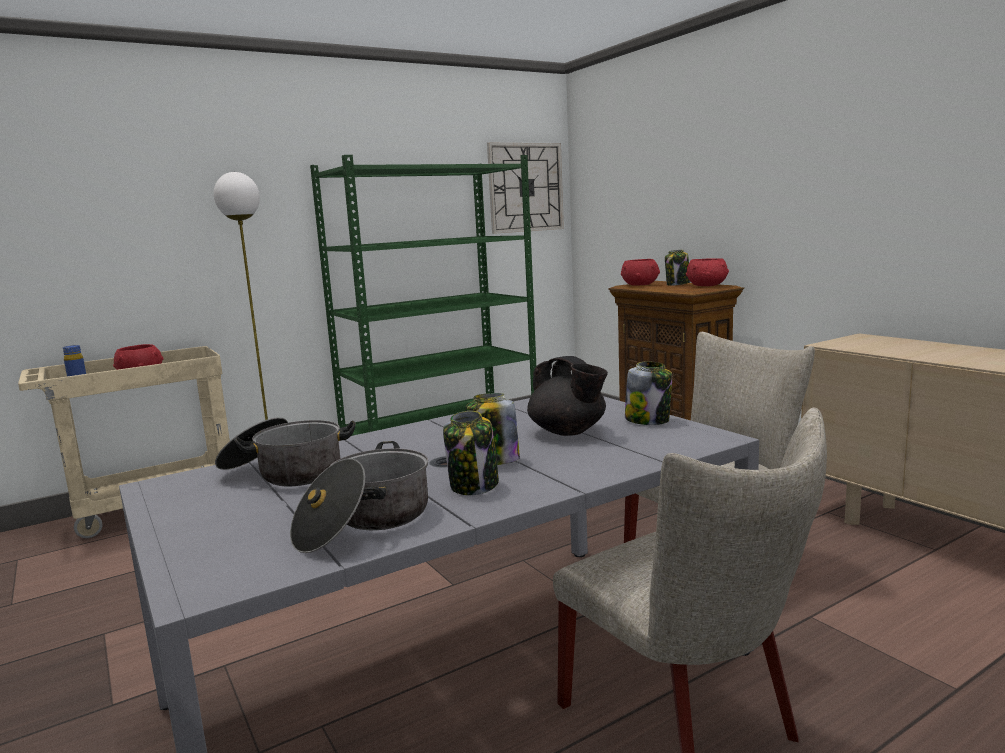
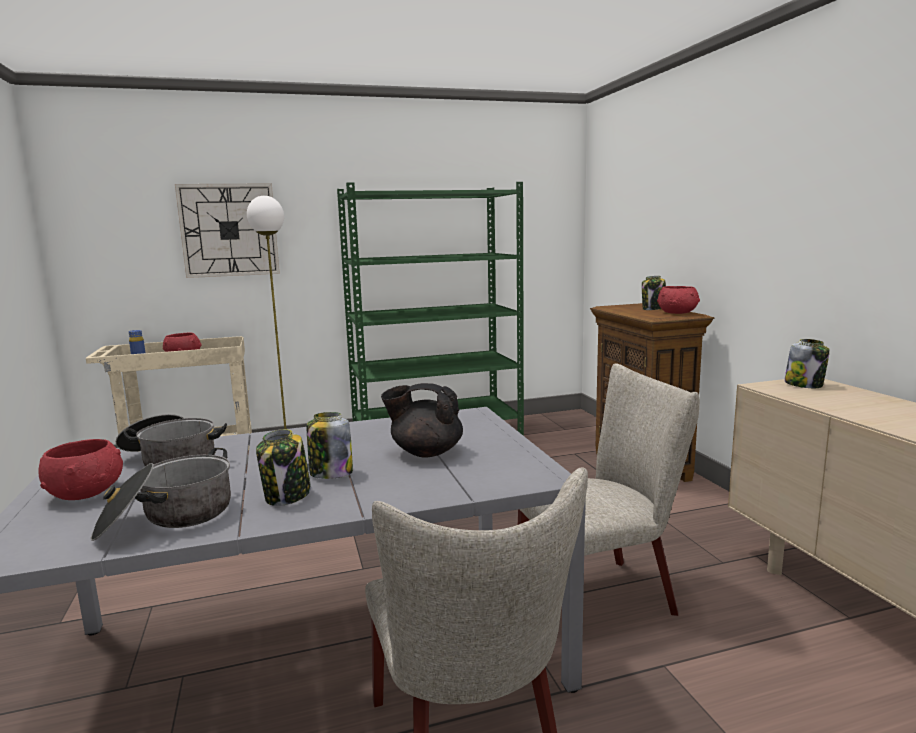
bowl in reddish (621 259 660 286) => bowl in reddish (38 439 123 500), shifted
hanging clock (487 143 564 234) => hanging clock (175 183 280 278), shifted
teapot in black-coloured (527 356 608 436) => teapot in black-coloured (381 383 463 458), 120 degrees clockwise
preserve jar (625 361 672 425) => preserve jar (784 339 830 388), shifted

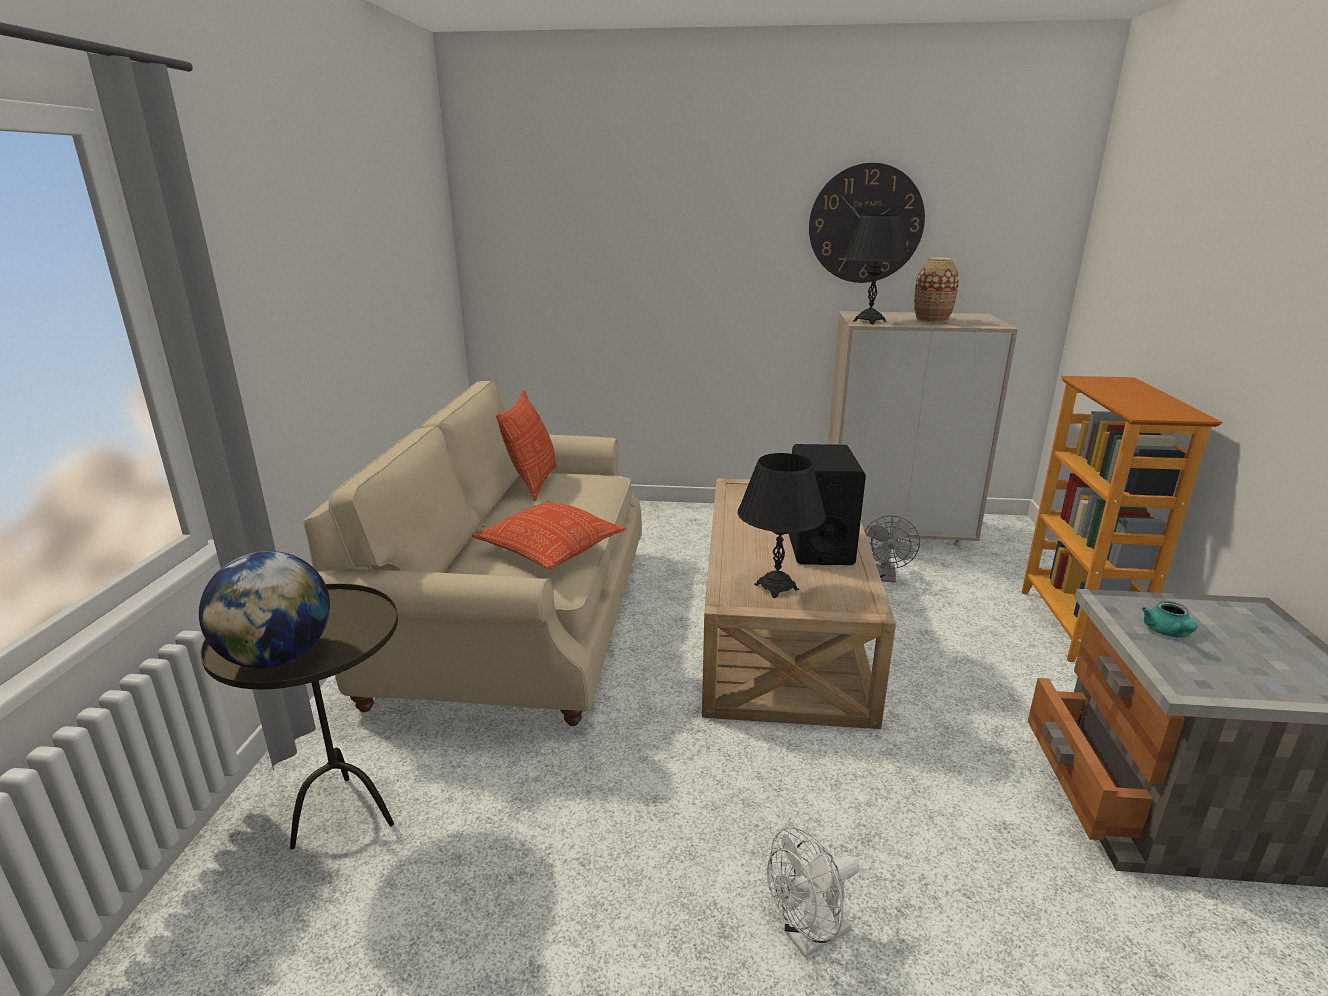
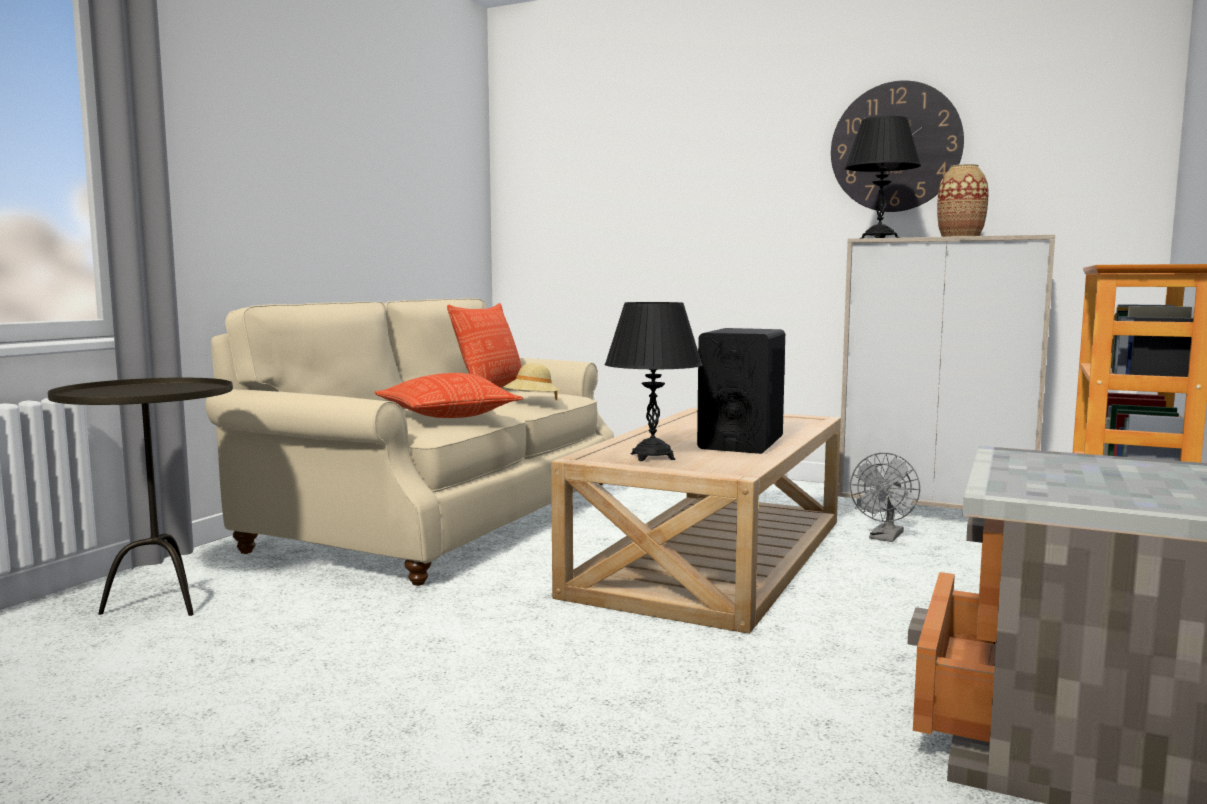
nothing => wearable hat in beige-coloured (503 363 560 400)
world globe (199 551 330 668) => nothing
cooling fan in whitish (767 826 860 958) => nothing
teapot in turquoise (1142 601 1198 638) => nothing

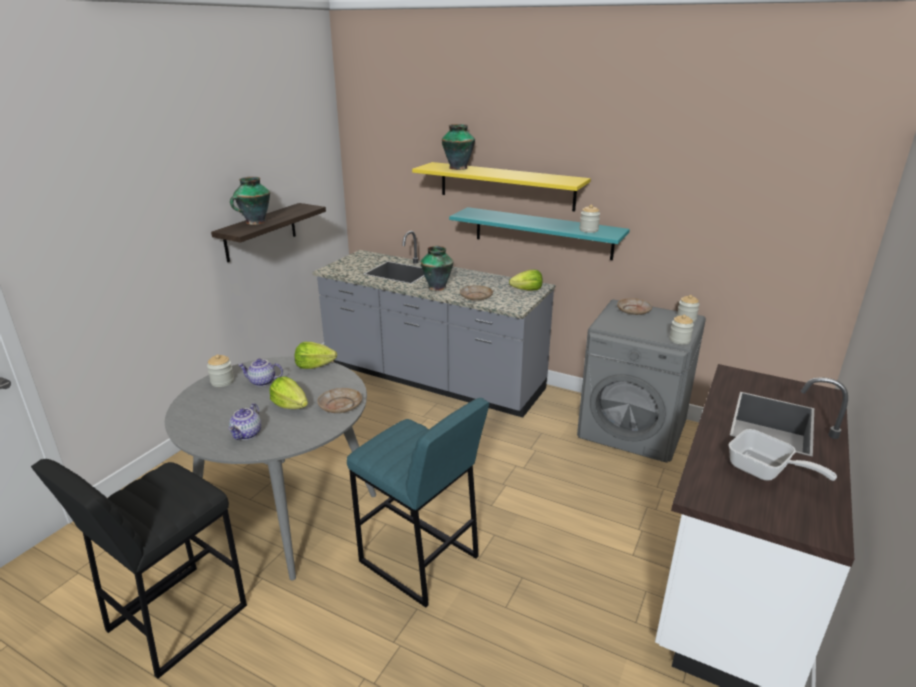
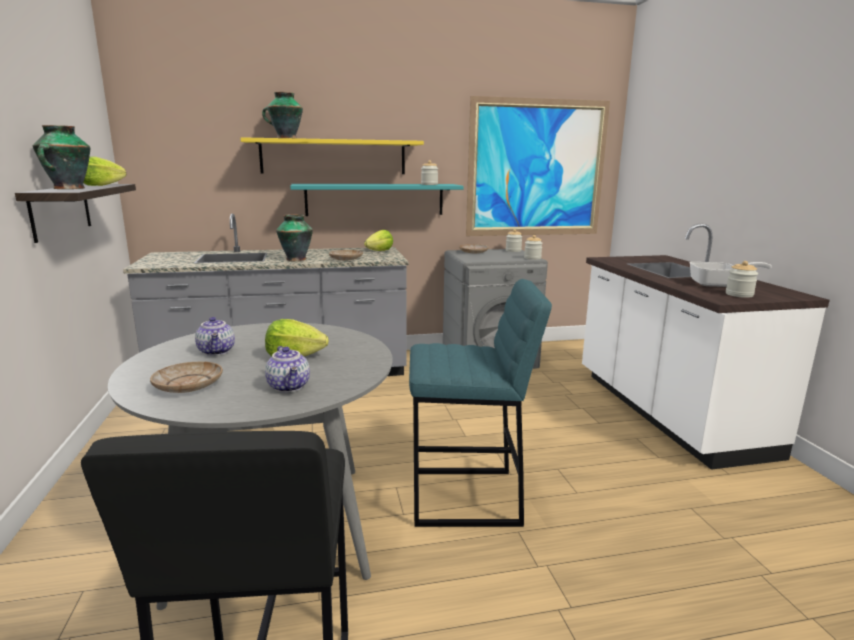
head of lettuce (295 342 337 369) => head of lettuce (83 156 126 186), shifted
plate in beige-coloured (318 388 362 413) => plate in beige-coloured (150 362 223 393), shifted
teapot (238 358 283 387) => teapot (195 317 235 356), 75 degrees counterclockwise
nothing => wall art (466 96 610 236)
preserve jar (207 354 234 387) => preserve jar (726 261 758 298), shifted

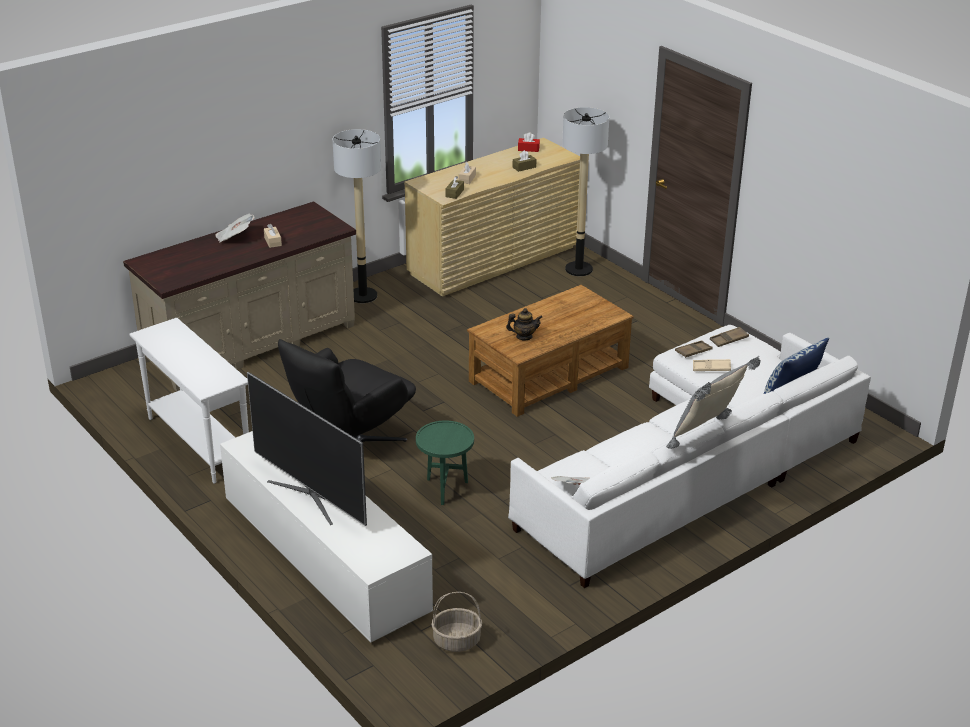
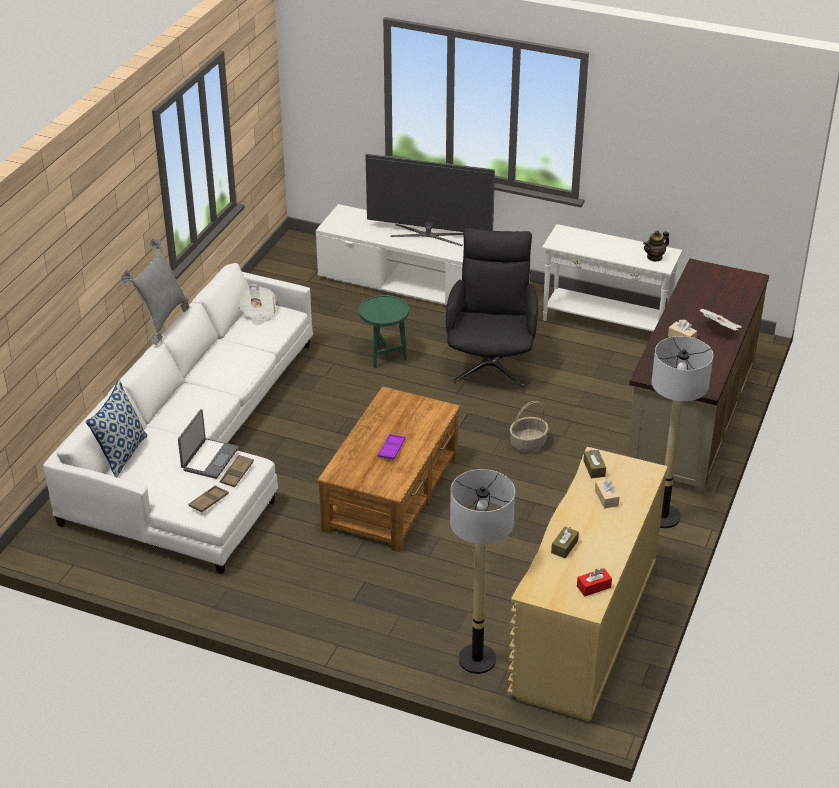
tray in beige-coloured (693 359 731 371) => laptop (178 409 239 479)
nothing => tray in purple (378 434 406 460)
household basket (431 592 482 652) => household basket (510 401 549 452), shifted
teapot (506 308 543 340) => teapot (643 231 669 262), shifted

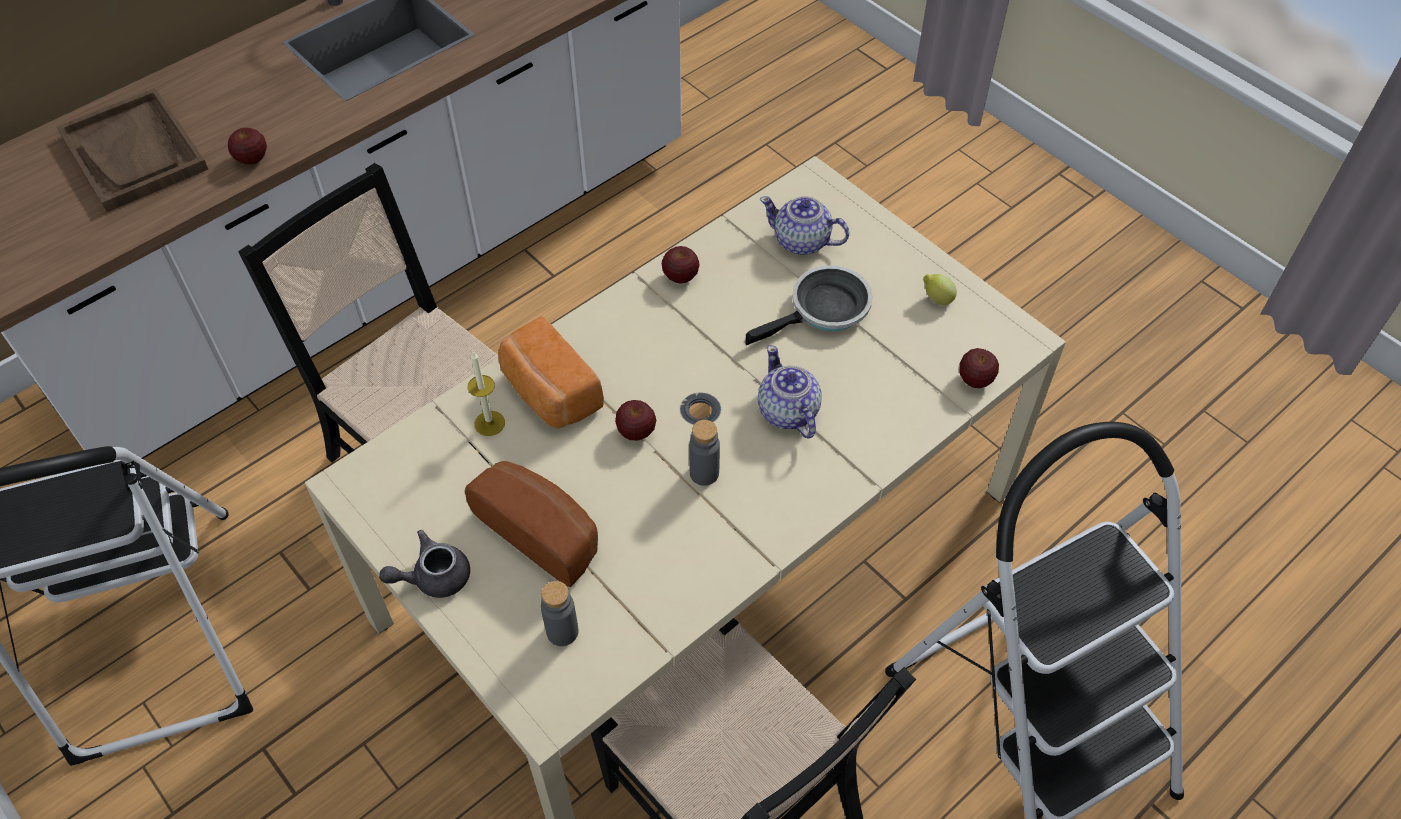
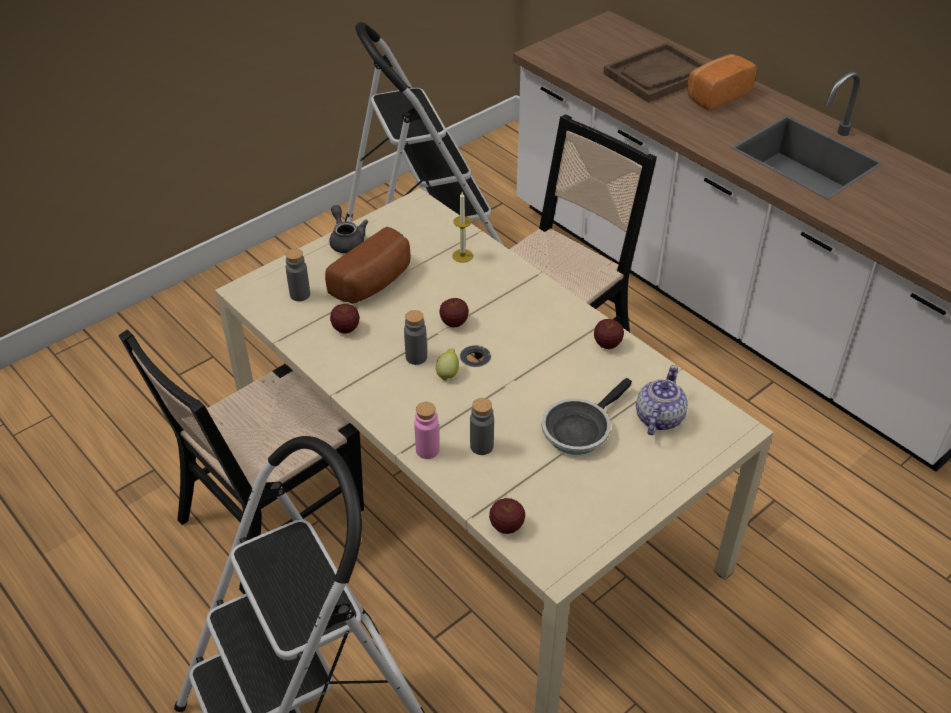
apple fruit (228 128 267 165) => apple fruit (330 304 359 333), shifted
nothing => bottle in pink (414 402 439 459)
citrus fruit (923 274 957 305) => citrus fruit (436 348 459 381), shifted
nothing => bottle in grey (470 398 494 455)
pan (745 265 873 345) => pan (542 378 632 455), 75 degrees clockwise
bread (498 317 604 429) => bread (687 54 757 111), shifted
teapot (758 345 822 439) => nothing

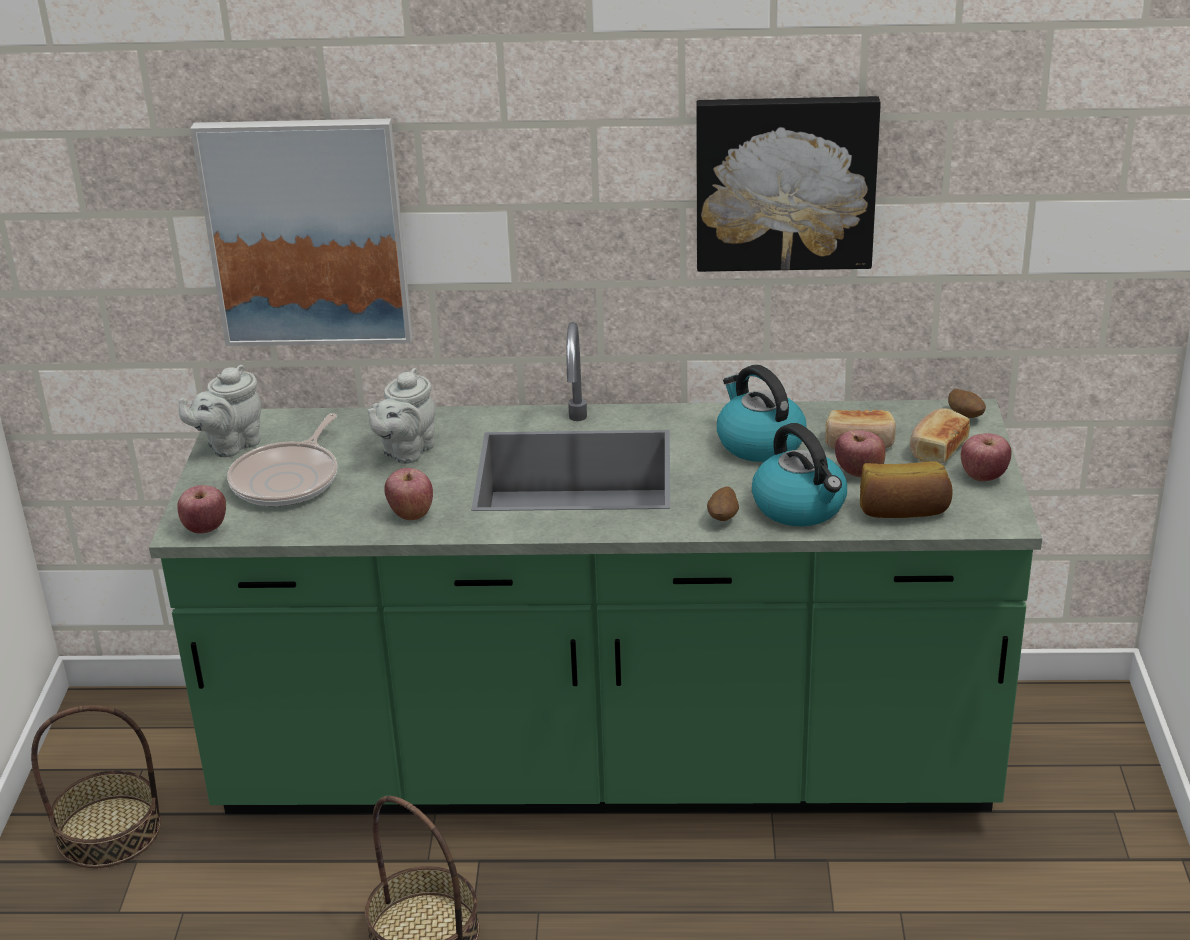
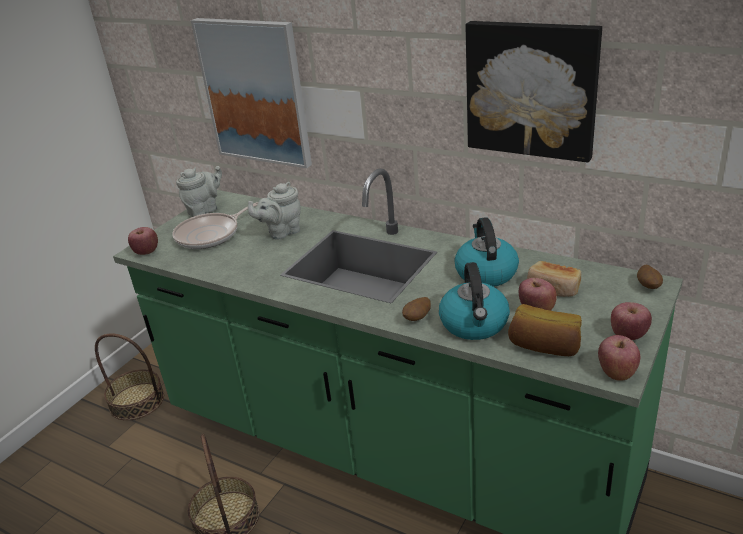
teapot in grey (179 365 261 457) => teapot in grey (176 166 222 217), 150 degrees clockwise
apple fruit (384 468 433 520) => apple fruit (598 335 640 381), shifted
bread (910 408 970 463) => nothing

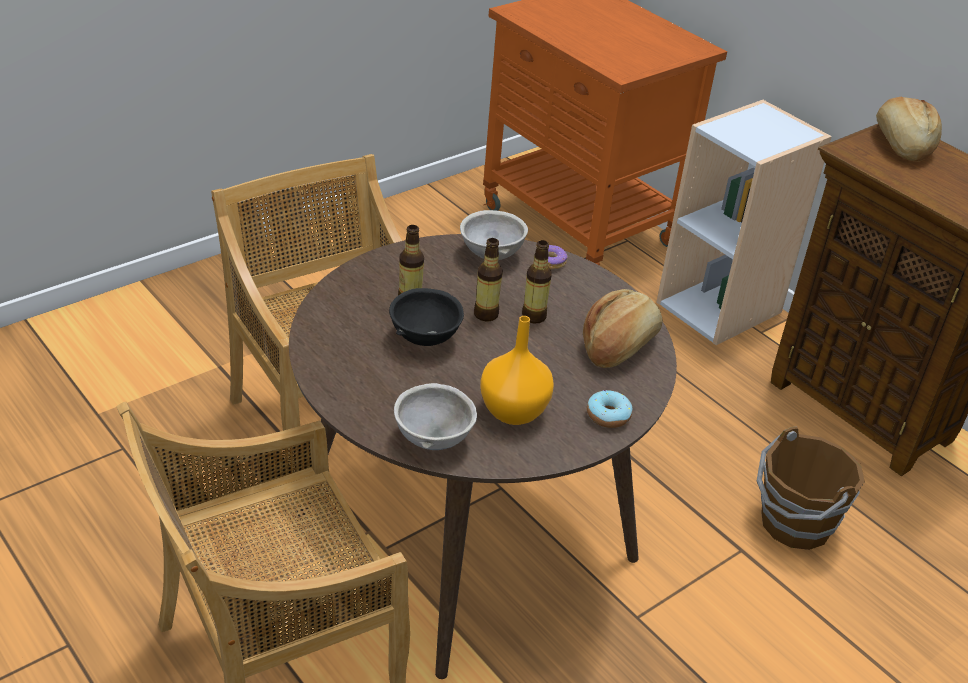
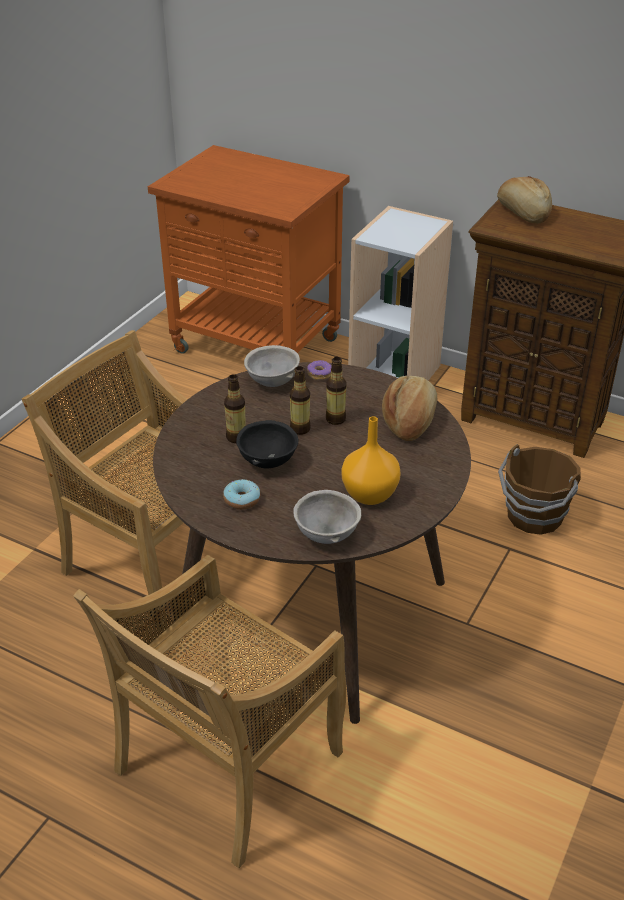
donut (587 390 632 428) => donut (223 479 260 510), shifted

